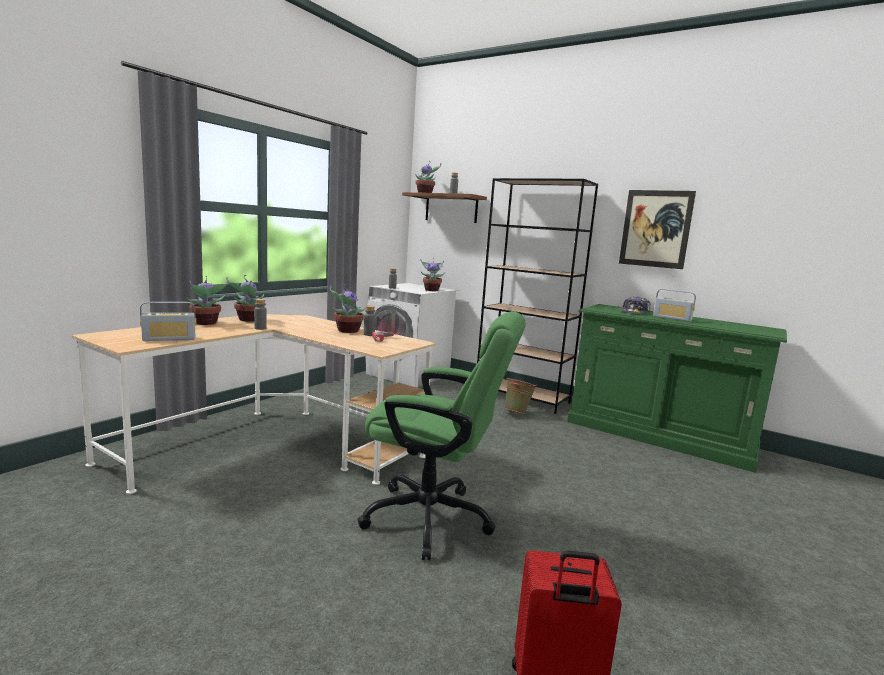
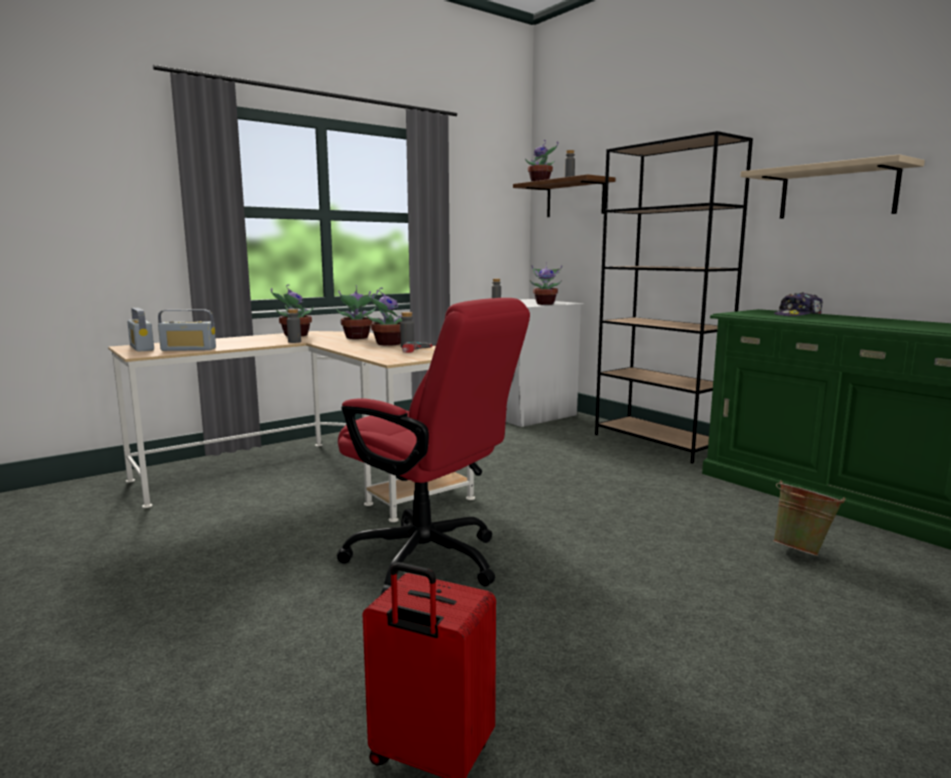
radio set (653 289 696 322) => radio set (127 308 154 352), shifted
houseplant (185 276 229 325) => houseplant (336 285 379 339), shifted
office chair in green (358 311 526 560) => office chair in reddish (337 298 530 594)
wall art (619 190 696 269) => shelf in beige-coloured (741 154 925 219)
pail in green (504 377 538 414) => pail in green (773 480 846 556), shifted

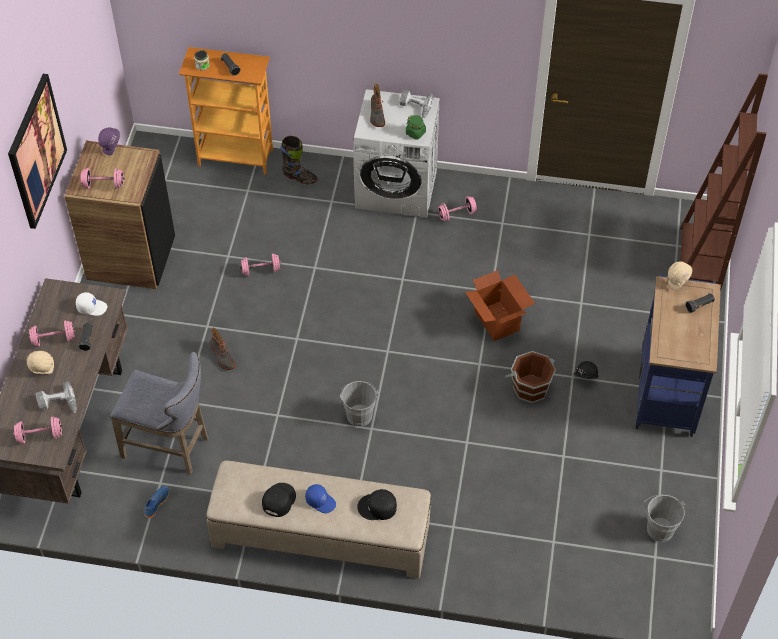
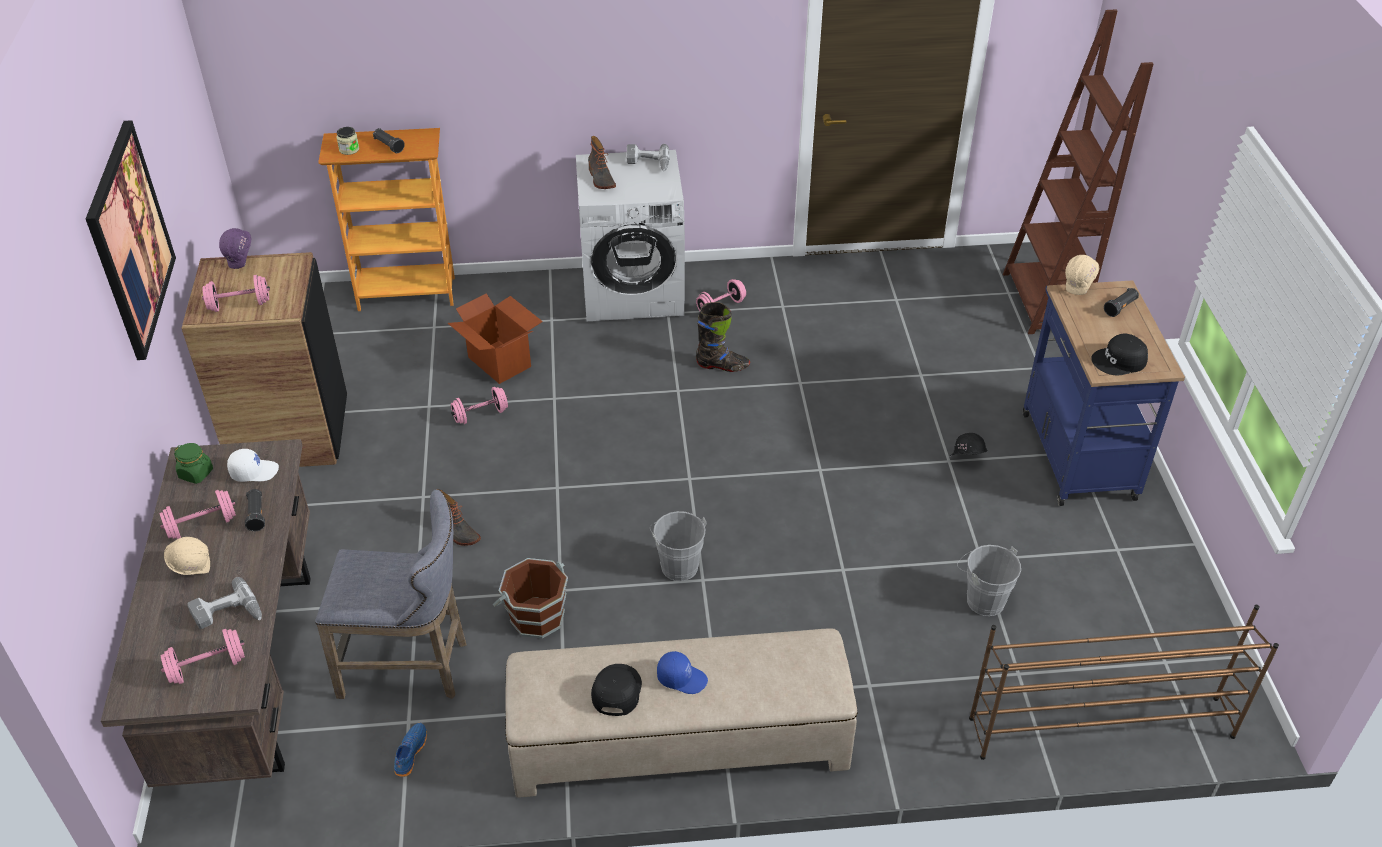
preserve jar in green (406 115 426 140) => preserve jar in green (174 443 213 484), shifted
packing box (465 270 535 341) => packing box (448 293 543 384), shifted
pail in brownish (505 351 556 403) => pail in brownish (493 558 568 639), shifted
tall boot in black-coloured (281 136 318 184) => tall boot in black-coloured (696 302 750 372), shifted
pail in grey (643 494 685 542) => pail in grey (957 545 1021 616), shifted
nothing => shoe rack in brownish (969 605 1279 760)
peaked cap in black-coloured (357 489 397 520) => peaked cap in black-coloured (1091 333 1148 376), shifted

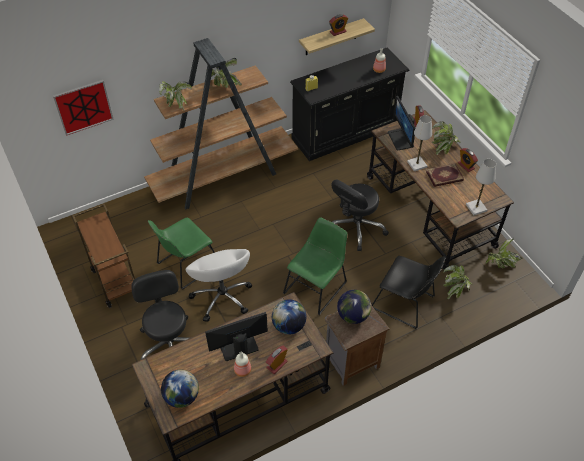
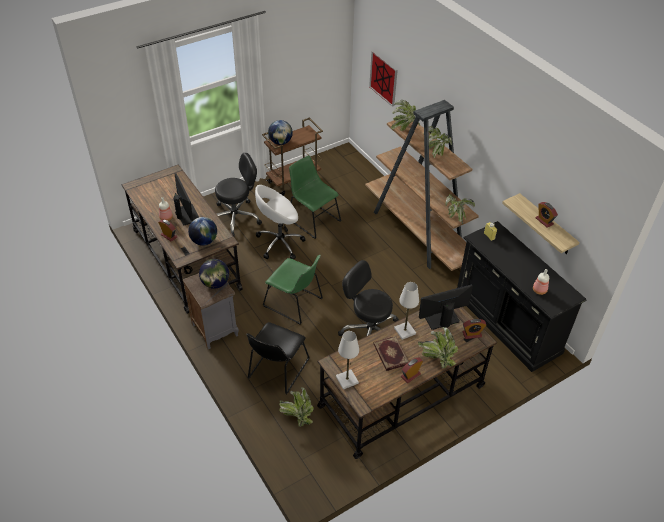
world globe (161 370 199 408) => world globe (268 120 293 145), shifted
houseplant (485 238 523 268) => houseplant (445 194 475 224), shifted

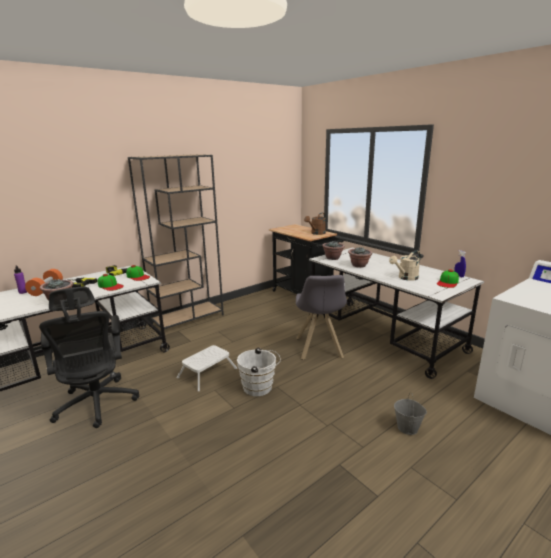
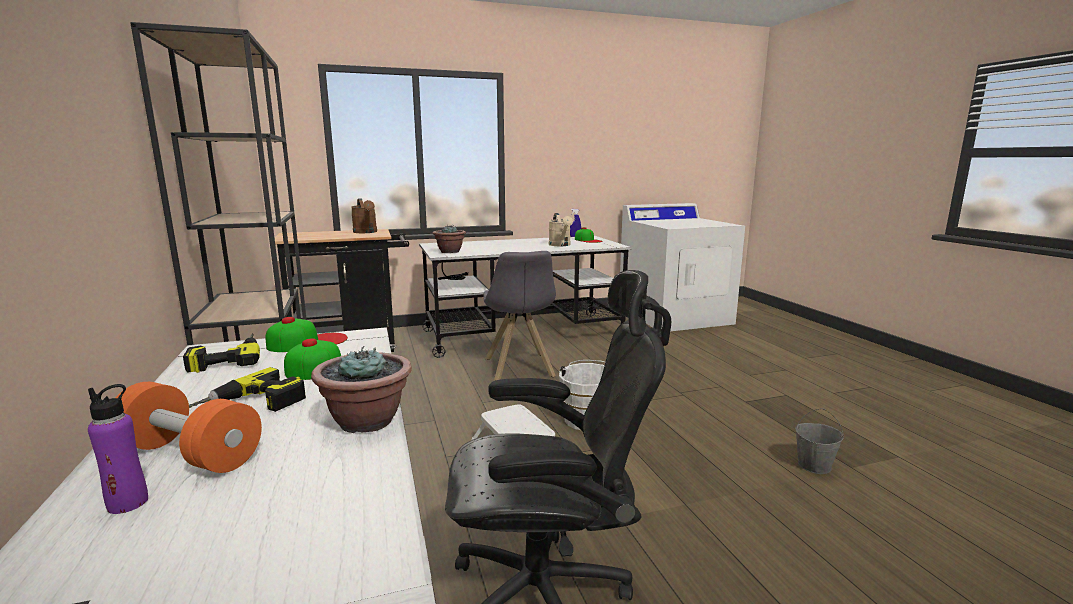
upright chair in grey (296 275 347 360) => upright chair in grey (483 251 556 381), 60 degrees clockwise
pail in grey (394 393 427 435) => pail in grey (795 408 844 474), shifted
houseplant (348 247 372 268) => nothing

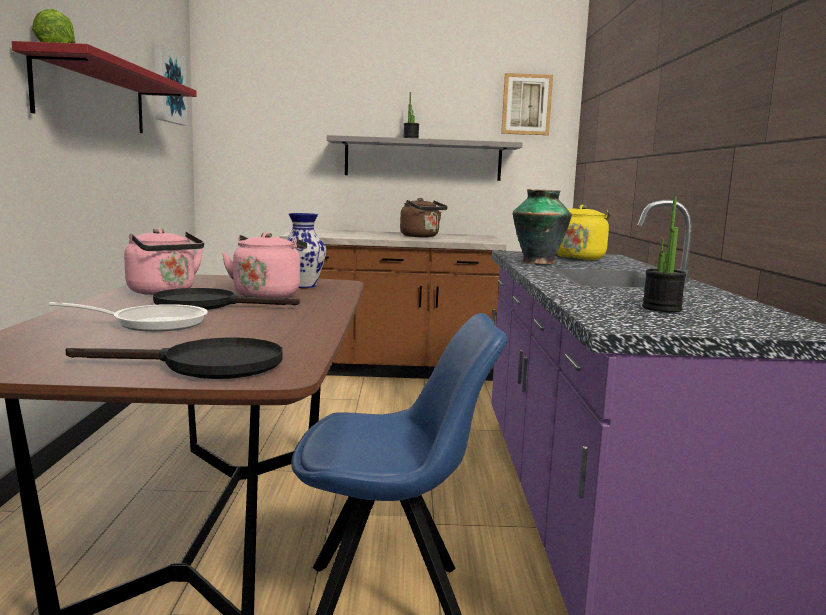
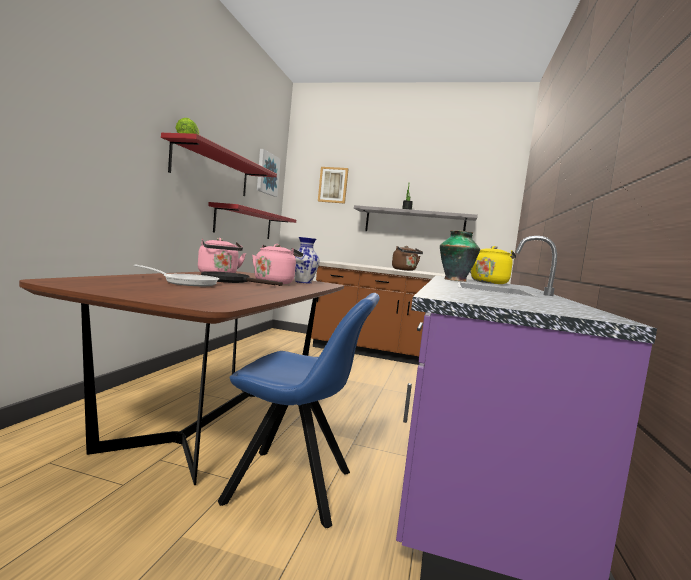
nothing => shelf in reddish (208 202 296 239)
wall art (501 73 553 135) => wall art (318 167 349 204), shifted
pan in black-coloured (65 337 283 379) => nothing
houseplant (642 196 686 312) => nothing

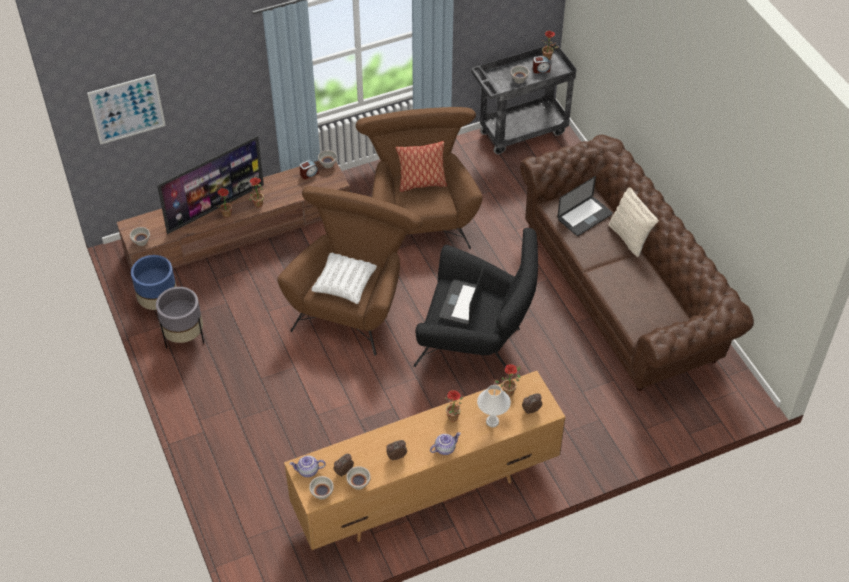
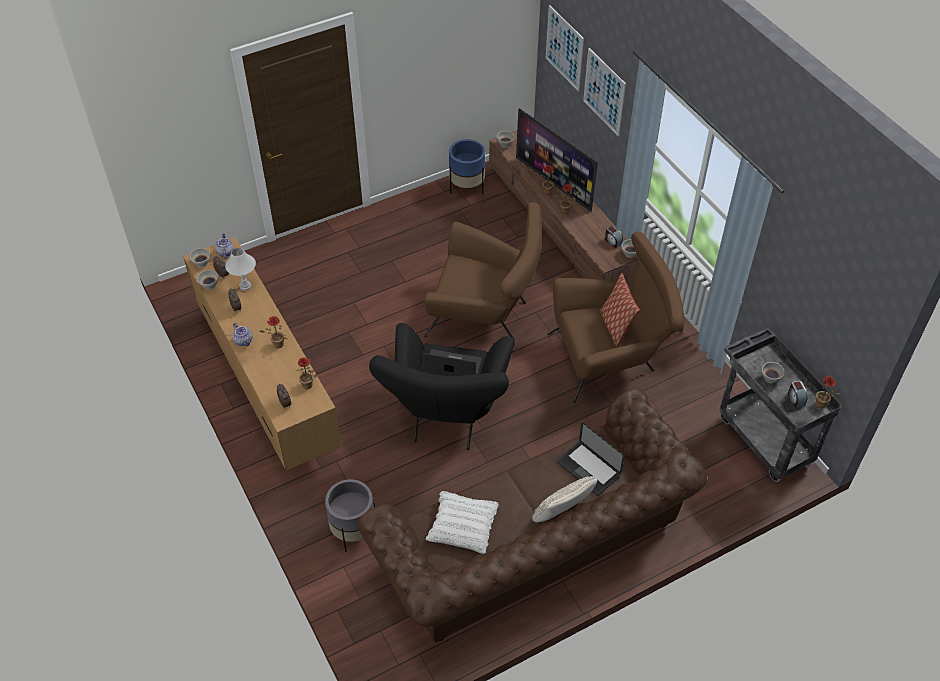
table lamp in whitish (477 385 511 427) => table lamp in whitish (225 248 256 291), shifted
plant pot in grey (156 287 204 349) => plant pot in grey (325 479 375 552), shifted
throw pillow in whitish (312 253 377 304) => throw pillow in whitish (426 491 498 554), shifted
nothing => wall art (583 48 626 136)

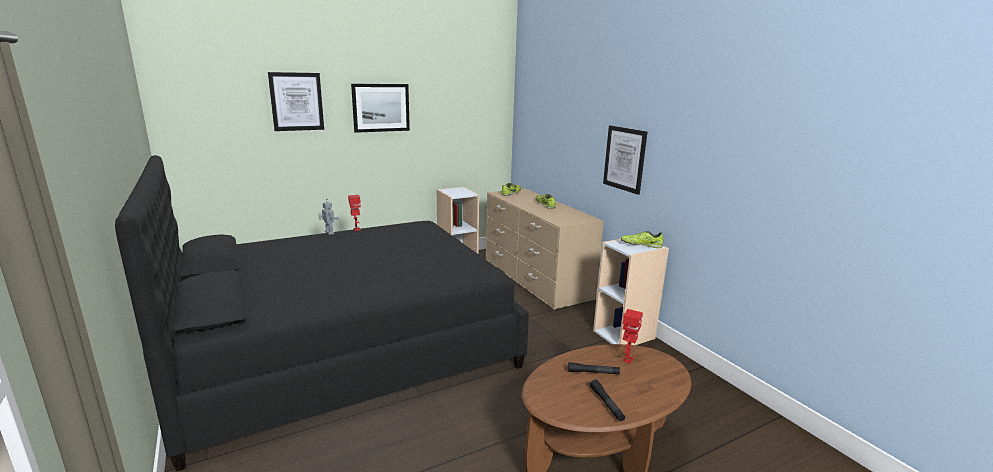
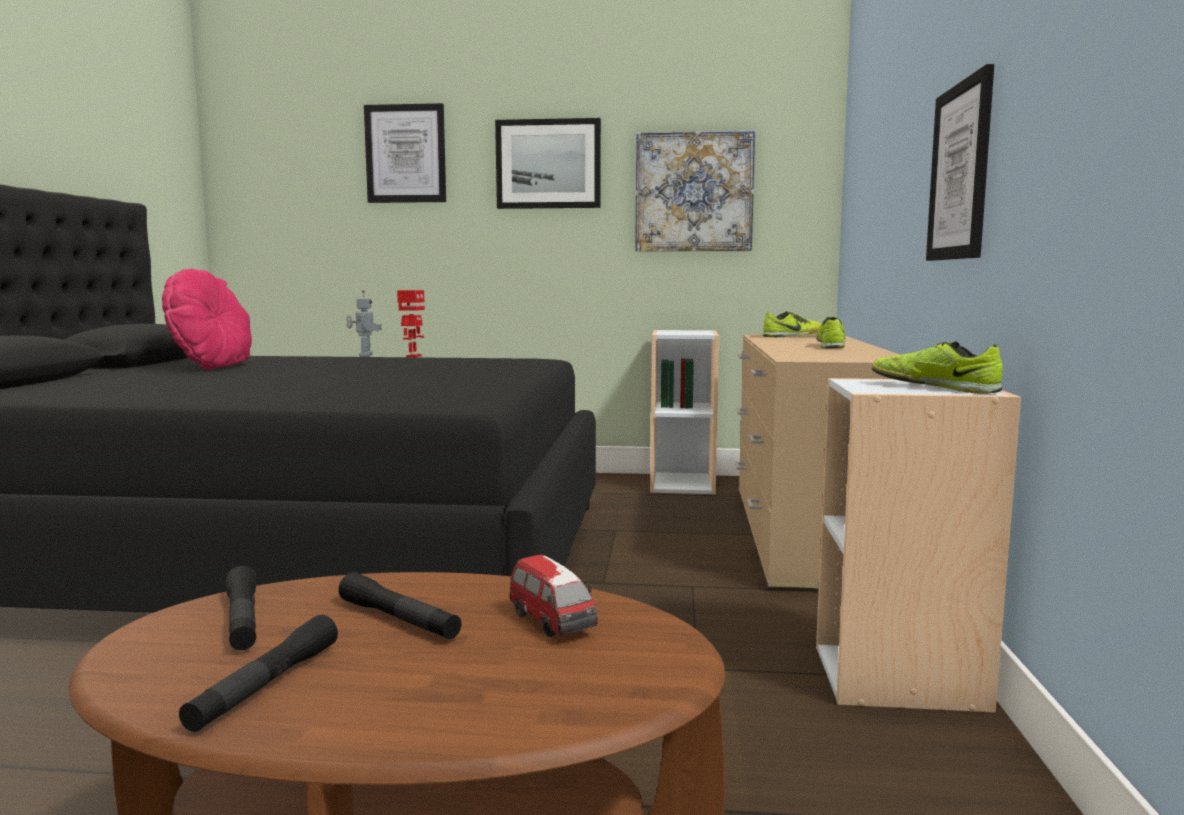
nothing => throw pillow in pink (162 269 252 370)
nothing => torch in black-coloured (226 566 256 650)
robot figure (622 309 643 364) => miniature car (510 555 598 637)
nothing => wall art (635 130 755 251)

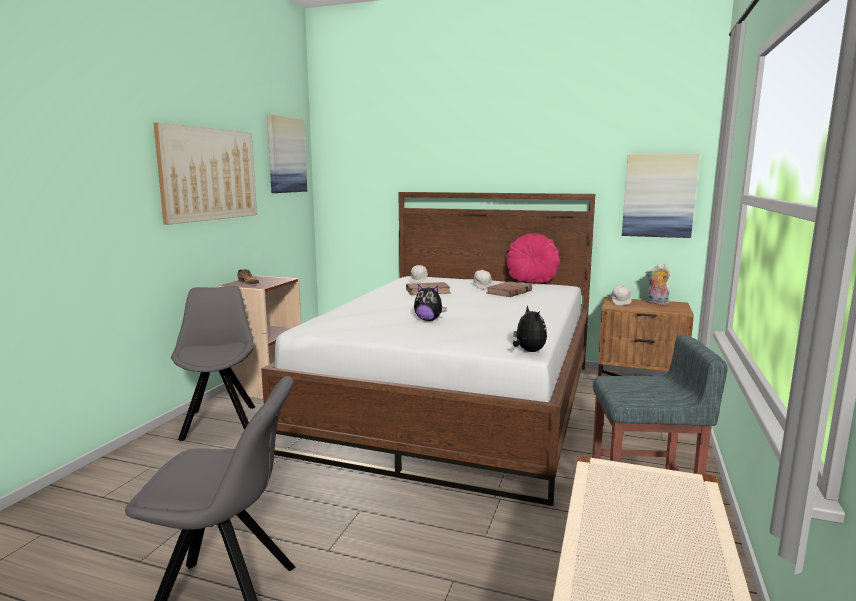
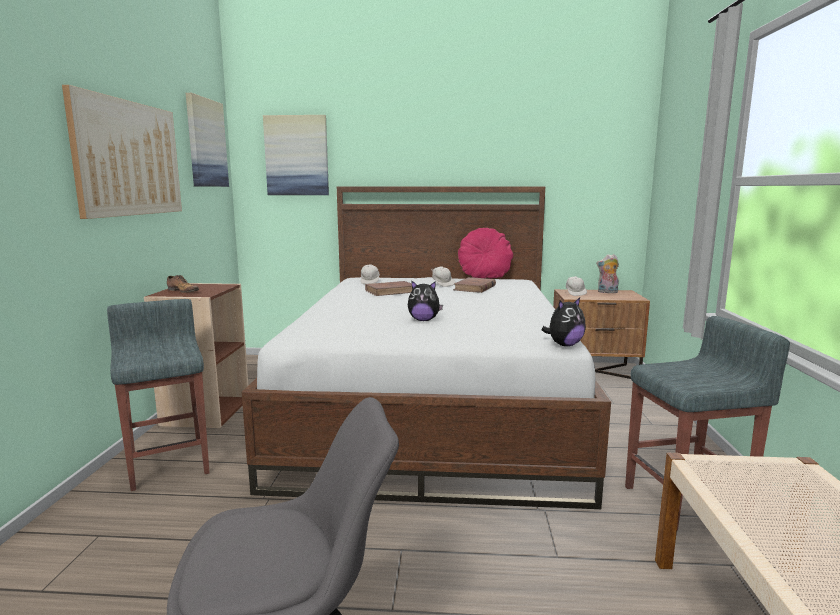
upright chair in grey (171 286 255 441) => sitting stool in grey (107 299 209 491)
wall art (622 154 700 238) => wall art (263 115 329 195), shifted
cuddly toy (513 306 547 352) => cuddly toy (541 297 586 346), 90 degrees clockwise

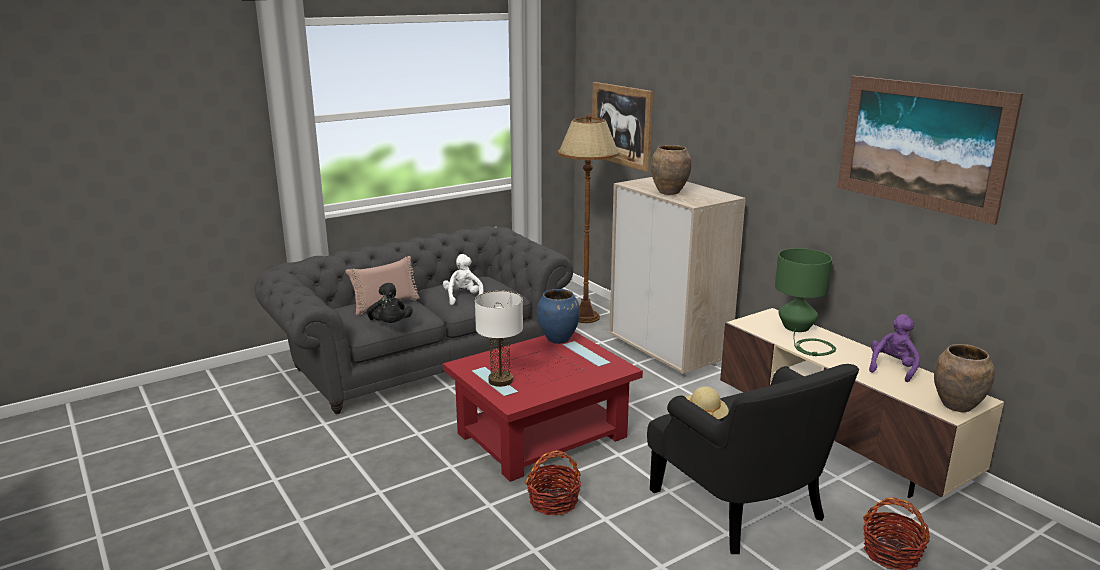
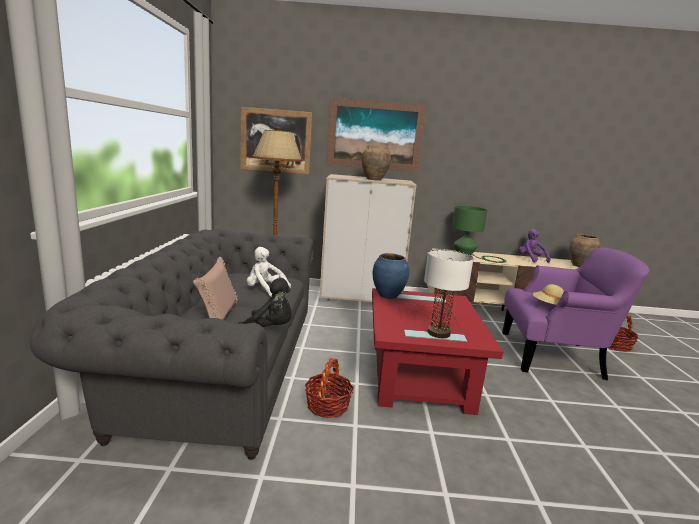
household basket (526 450 581 515) => household basket (305 358 354 418), shifted
wall art (838 76 1023 225) => wall art (326 98 427 172), shifted
easy chair in black-coloured (647 364 859 554) => easy chair in purple (502 248 650 380)

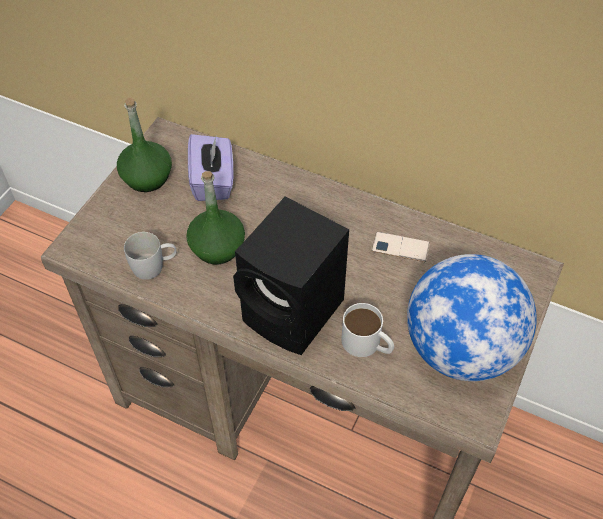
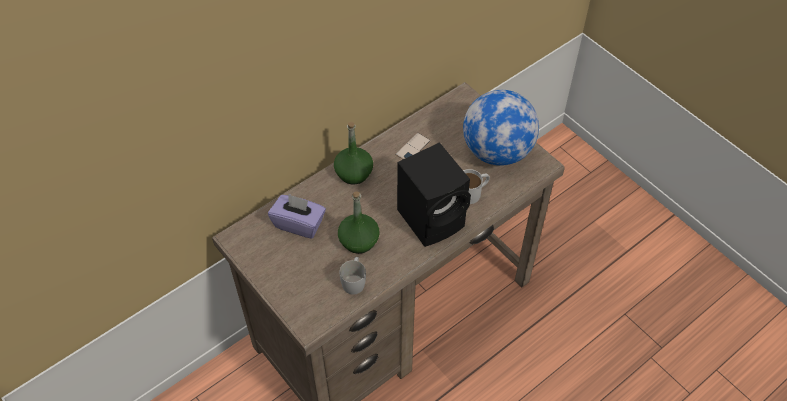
bottle in green (117 98 172 192) => bottle in green (334 121 373 184), shifted

